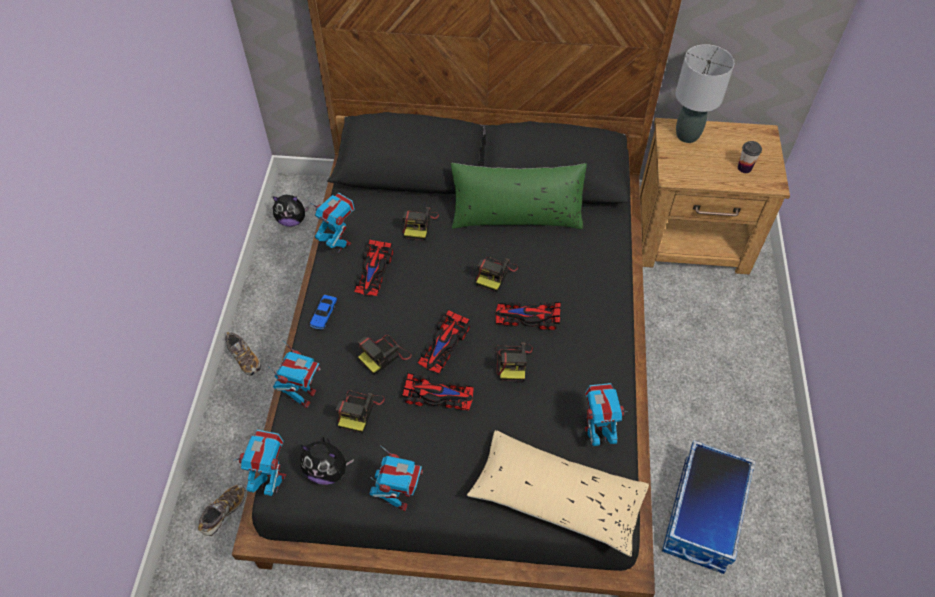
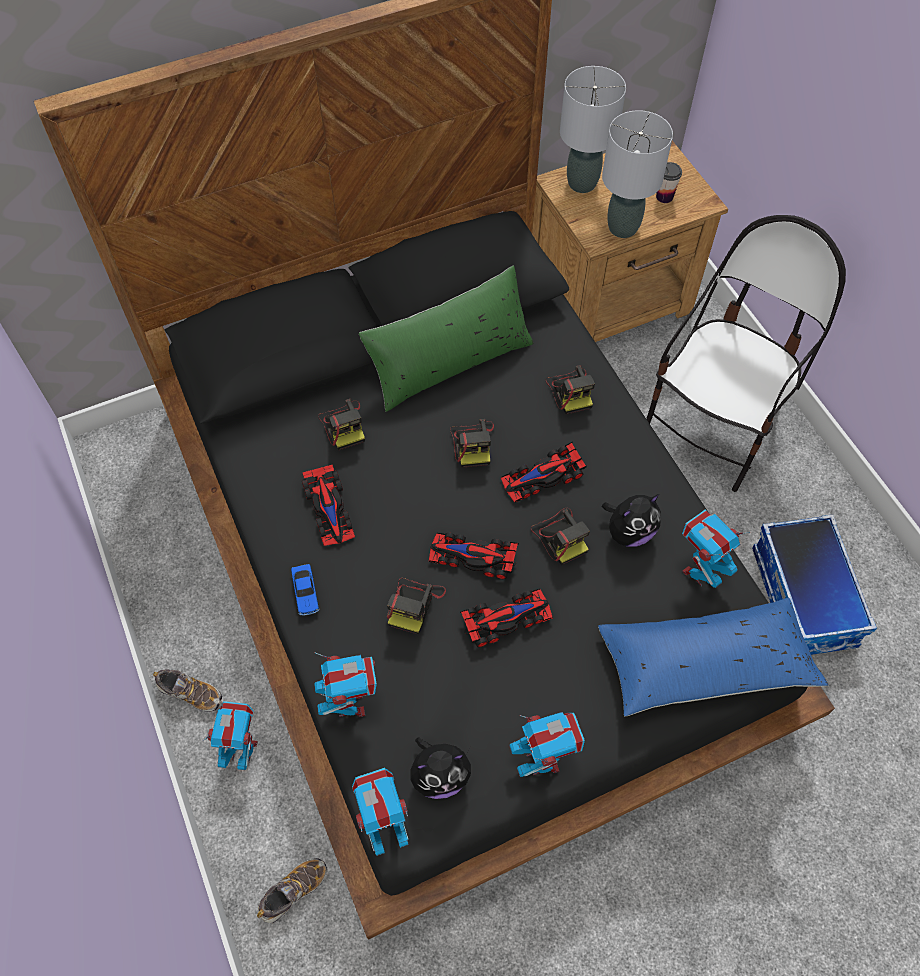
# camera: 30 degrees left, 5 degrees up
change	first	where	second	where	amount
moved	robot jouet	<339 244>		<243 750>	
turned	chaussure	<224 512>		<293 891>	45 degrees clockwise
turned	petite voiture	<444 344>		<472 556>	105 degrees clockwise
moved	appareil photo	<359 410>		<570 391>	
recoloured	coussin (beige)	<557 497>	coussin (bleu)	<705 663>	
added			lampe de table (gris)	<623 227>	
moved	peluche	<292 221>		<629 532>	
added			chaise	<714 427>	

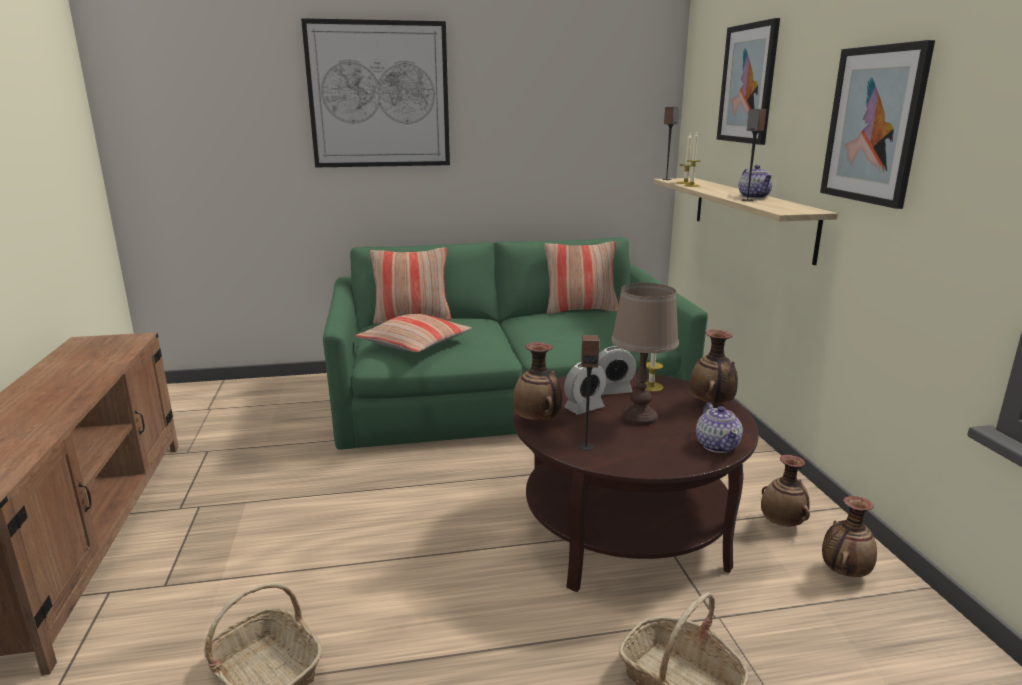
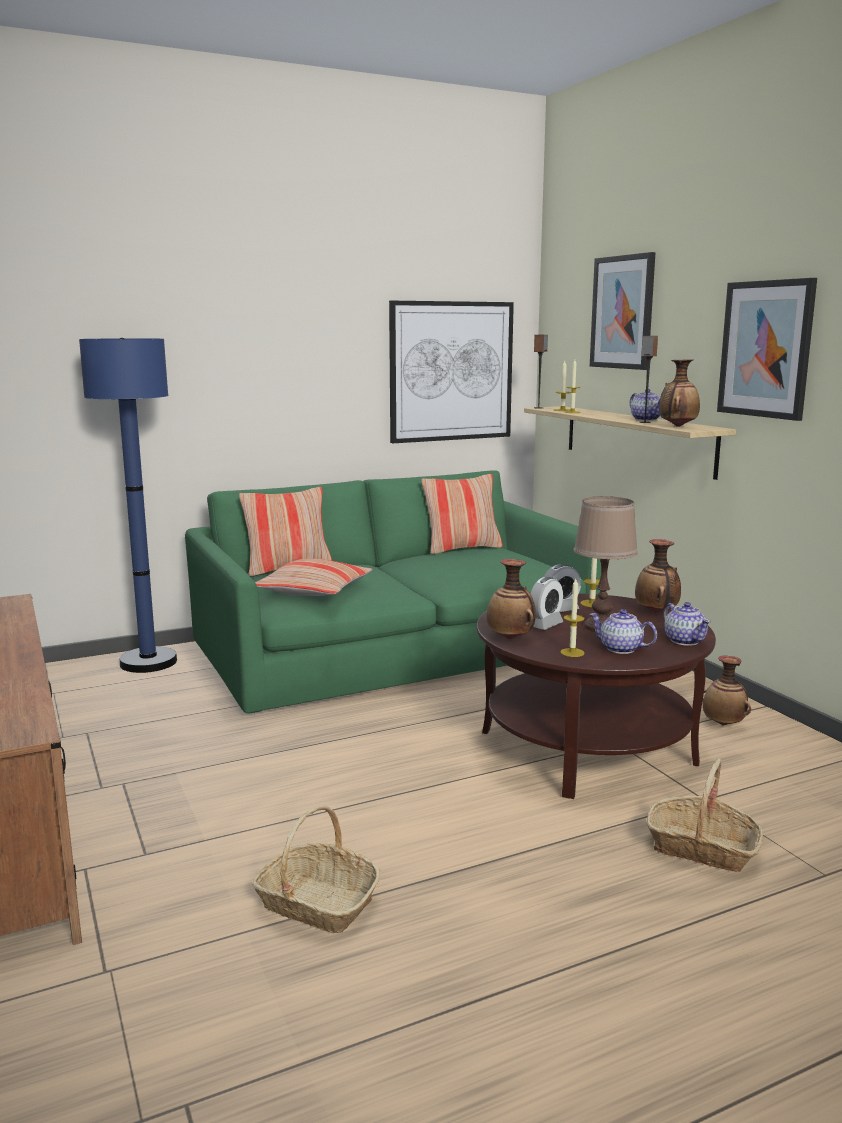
# camera: 15 degrees left, 5 degrees down
change	first	where	second	where	amount
added			lampadaire (bleu)	<148 662>	
moved	tableau	<379 95>		<451 371>	
replaced	enceinte	<586 447>	bougie	<572 652>	
added			théière	<621 649>	
moved	vase	<844 572>		<677 426>	

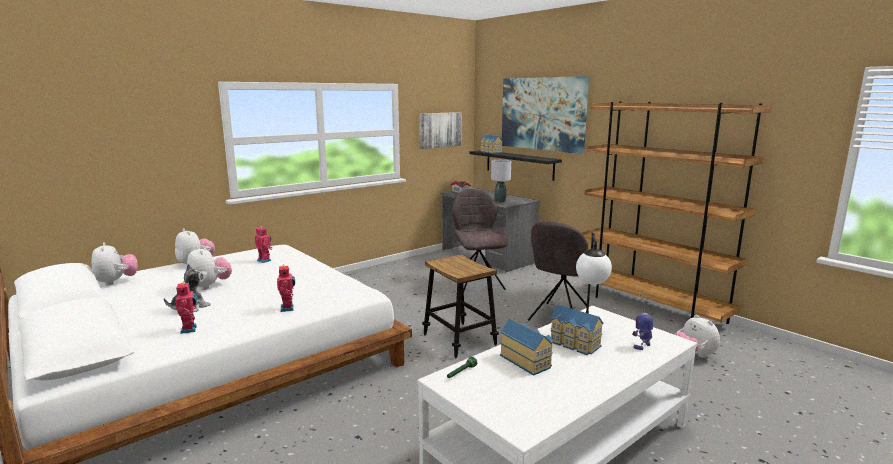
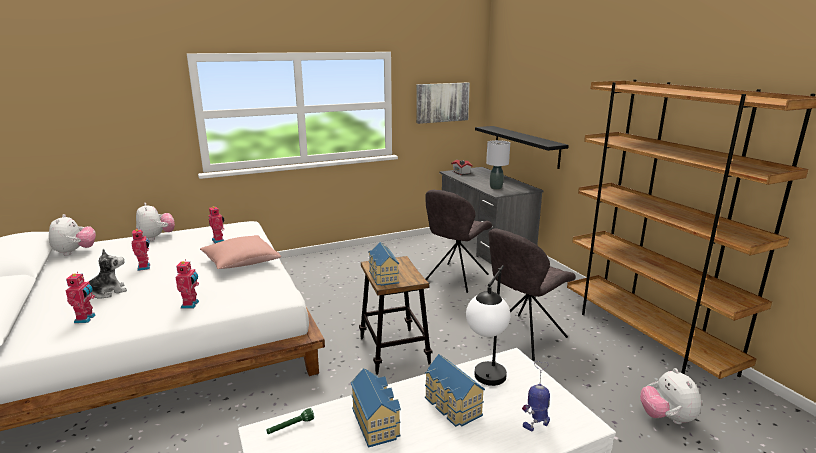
# camera: 15 degrees right, 5 degrees up
change	first	where	second	where	amount
replaced	peluche	<210 286>	robot jouet	<145 267>	
added			coussin (rose)	<241 262>	
moved	maison miniature	<490 152>		<382 276>	
turned	chaise (gris)	<477 283>		<455 278>	150 degrees counterclockwise
removed	tableau	<542 114>			

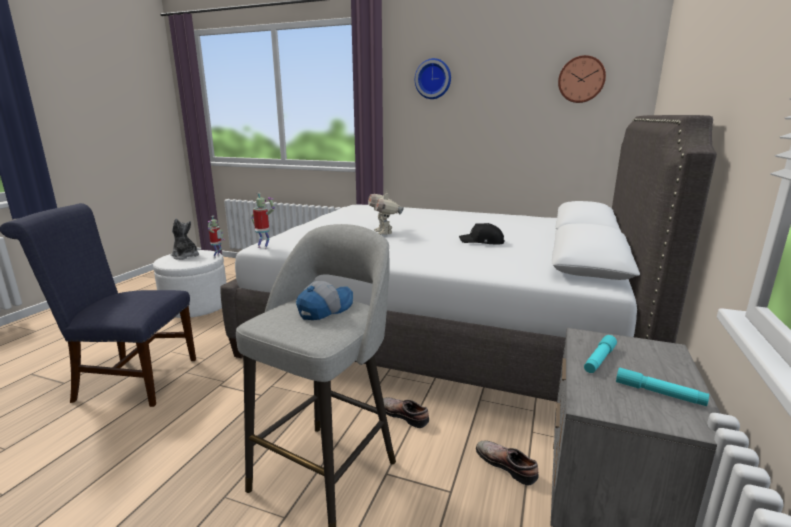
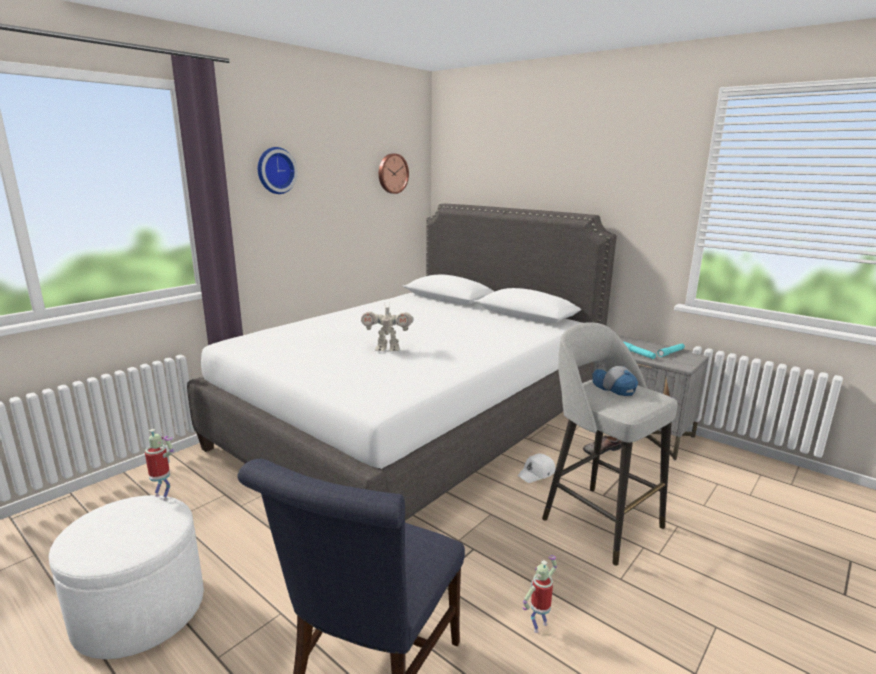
# camera: 70 degrees left, 0 degrees up
change	first	where	second	where	amount
replaced	chaussure	<404 414>	casquette (blanc)	<537 473>	
moved	robot jouet	<264 247>		<538 625>	
removed	peluche	<185 256>			
removed	casquette (noir)	<482 242>			

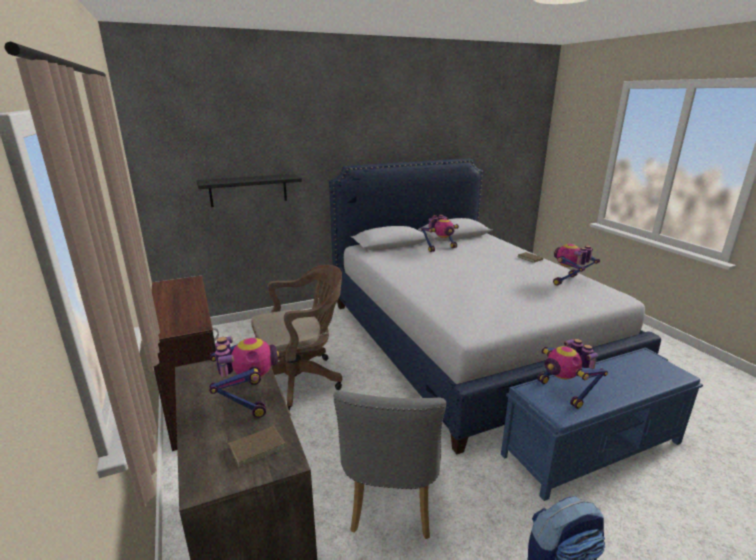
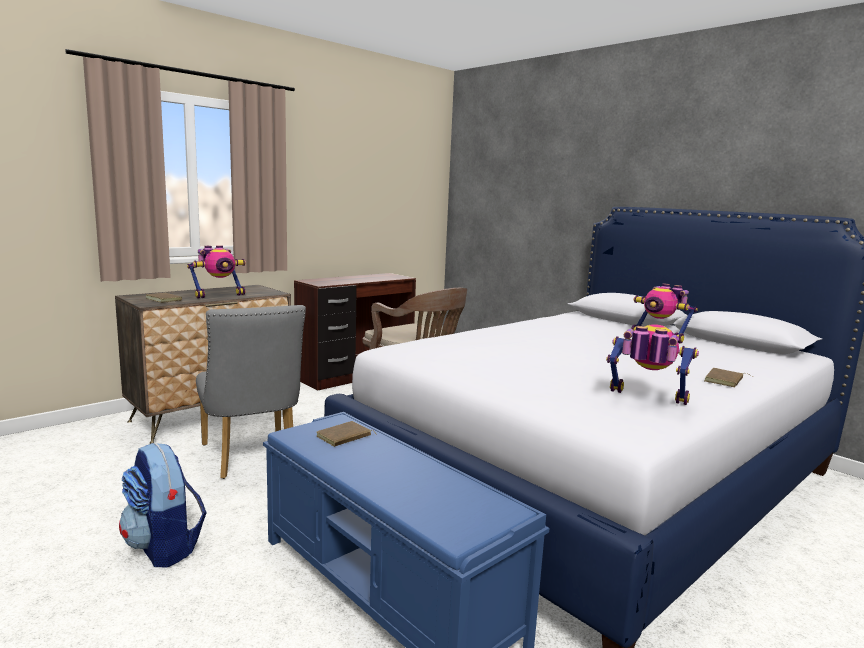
# camera: 70 degrees right, 10 degrees down
change	first	where	second	where	amount
turned	chaise (gris)	<391 504>		<251 458>	105 degrees counterclockwise
replaced	robot jouet	<564 392>	livre (marron)	<344 437>	
removed	étagère (noir)	<248 190>			

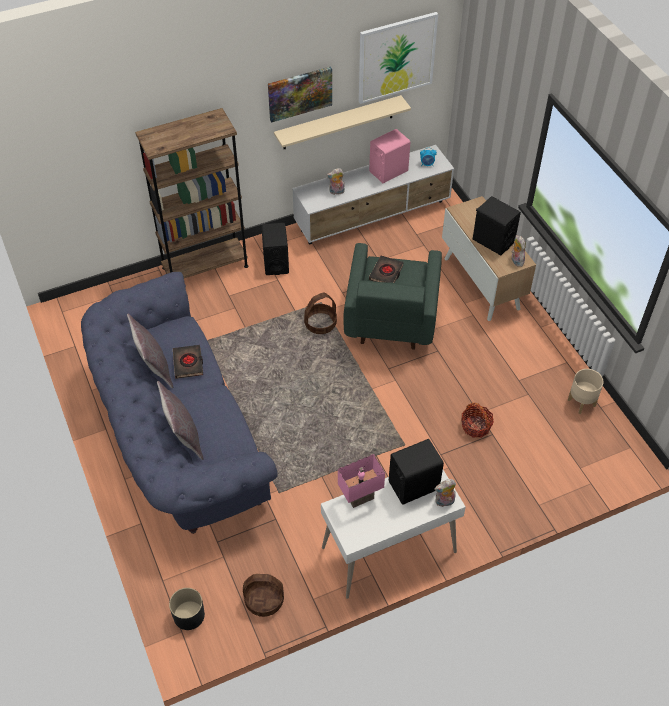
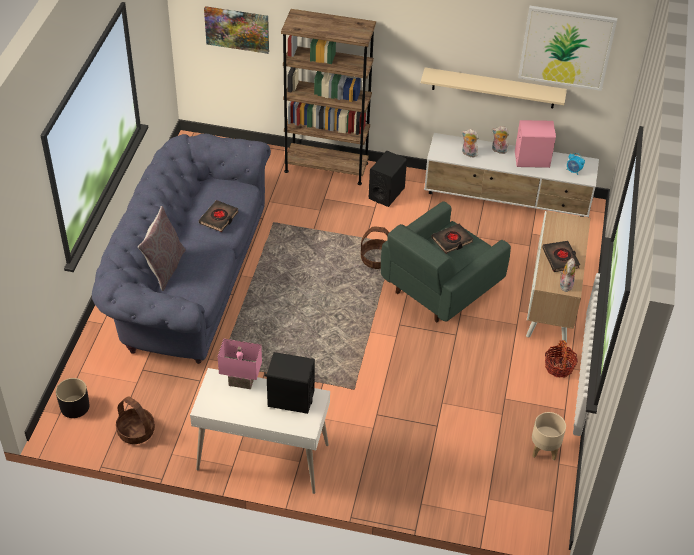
# camera: 35 degrees right, 5 degrees down
change	first	where	second	where	amount
moved	tableau	<300 93>		<237 29>	
moved	peluche	<444 502>		<498 150>	
replaced	enceinte (noir)	<493 241>	livre (noir)	<560 258>	
moved	panier	<476 426>		<559 367>	
removed	coussin (gris)	<154 368>			

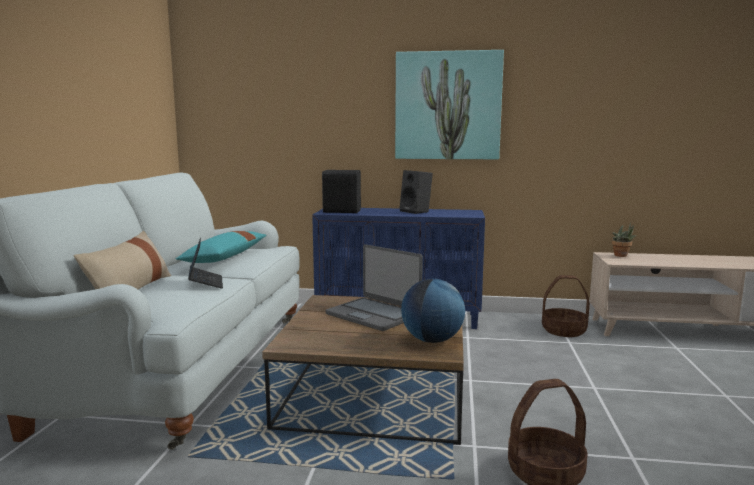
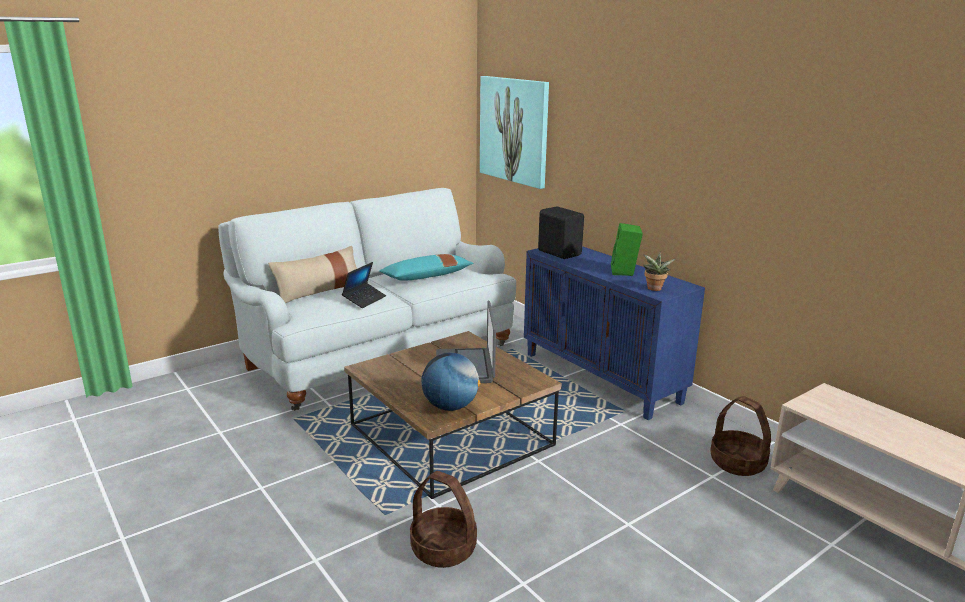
# camera: 45 degrees right, 10 degrees up
change	first	where	second	where	amount
moved	tableau	<447 106>		<514 130>	
recoloured	enceinte (noir)	<416 211>	enceinte (vert)	<625 272>	
moved	plante en pot	<622 256>		<654 289>	

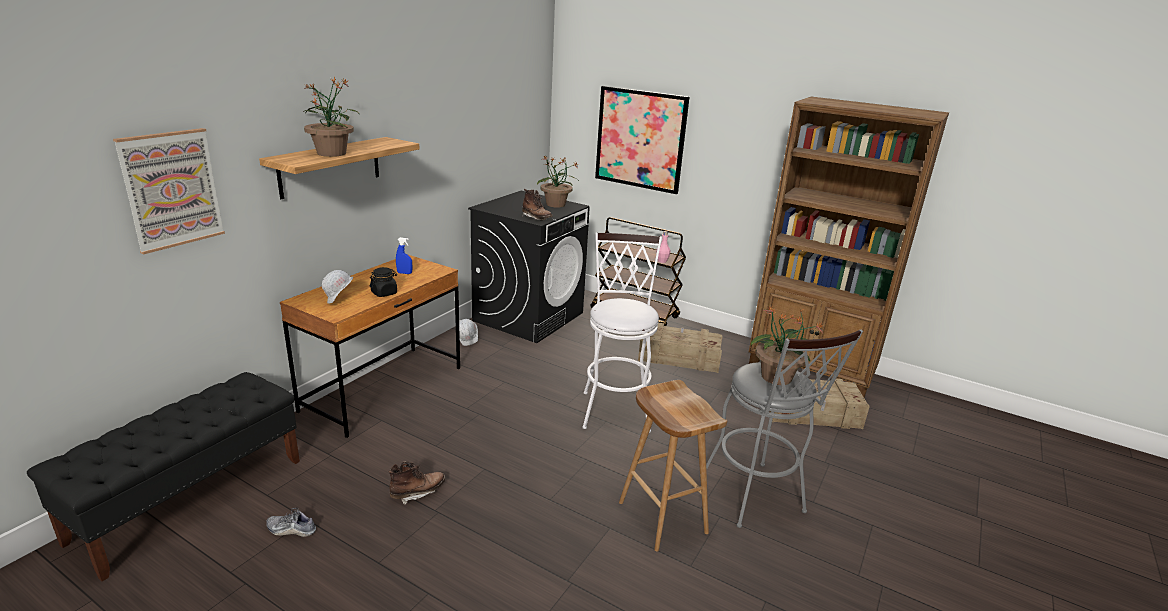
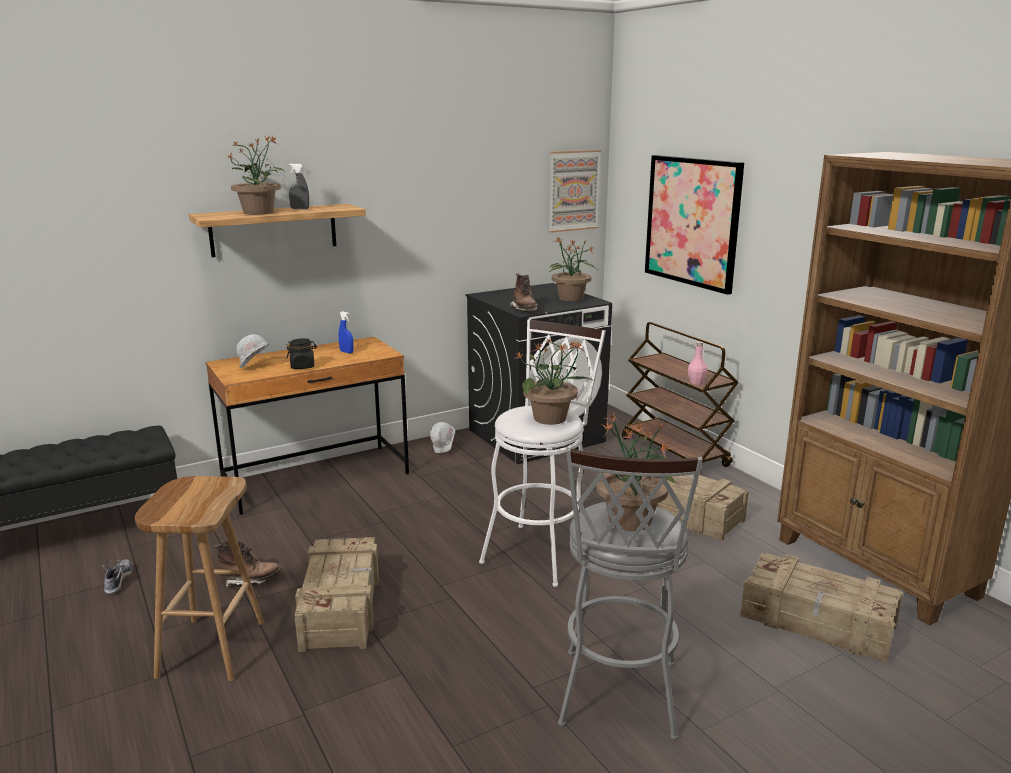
# camera: 30 degrees right, 5 degrees down
change	first	where	second	where	amount
turned	chaussure	<291 529>		<118 581>	45 degrees clockwise
moved	tabouret (marron)	<661 516>		<211 647>	
added			vaporisateur (gris)	<300 209>	
added			caisse	<341 606>	
added			plante en pot	<551 418>	
moved	tableau	<172 189>		<573 190>	

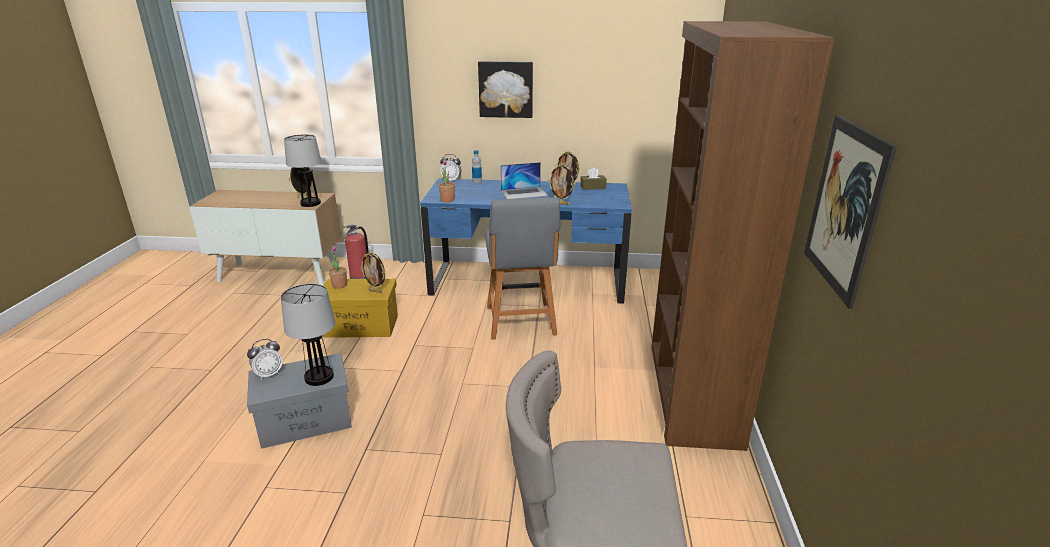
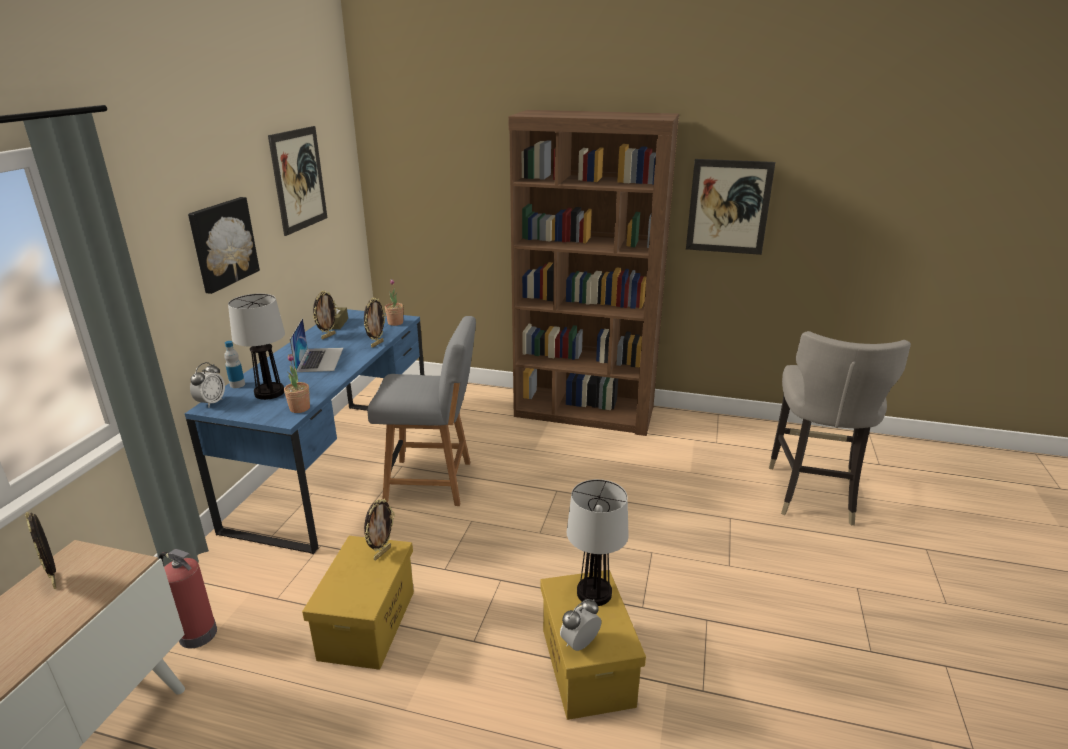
# camera: 80 degrees left, 0 degrees up
change	first	where	second	where	amount
moved	lampe de table	<310 203>		<270 393>	
added			tableau	<299 179>	
moved	plante en pot	<339 285>		<395 323>	
recoloured	boîte de rangement (gris)	<307 420>	boîte de rangement (jaune)	<586 665>	
turned	réveil	<268 374>		<580 644>	105 degrees counterclockwise

